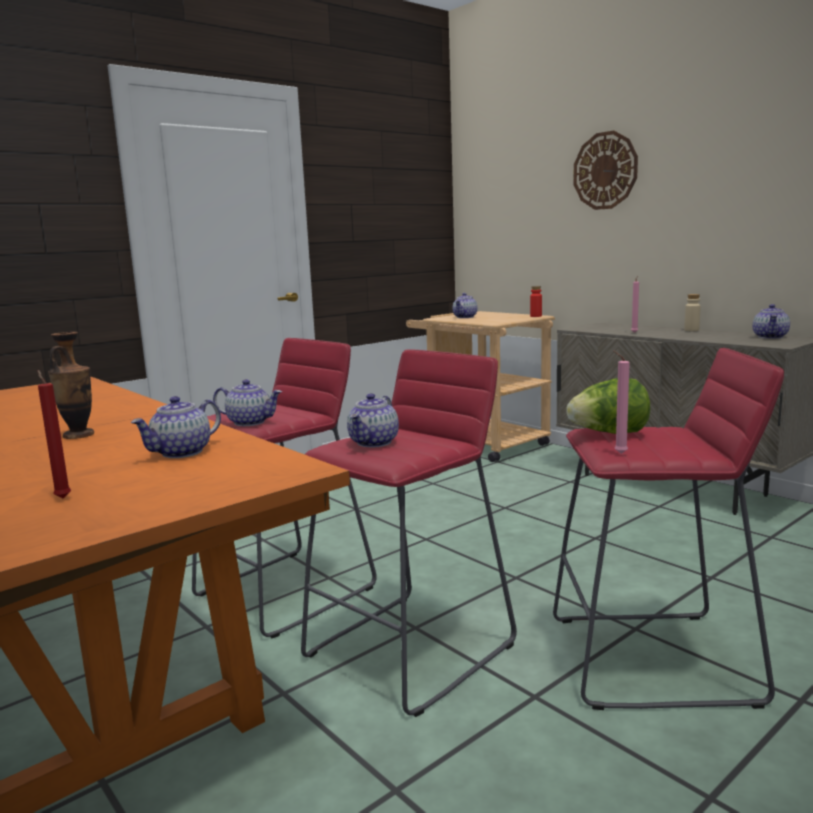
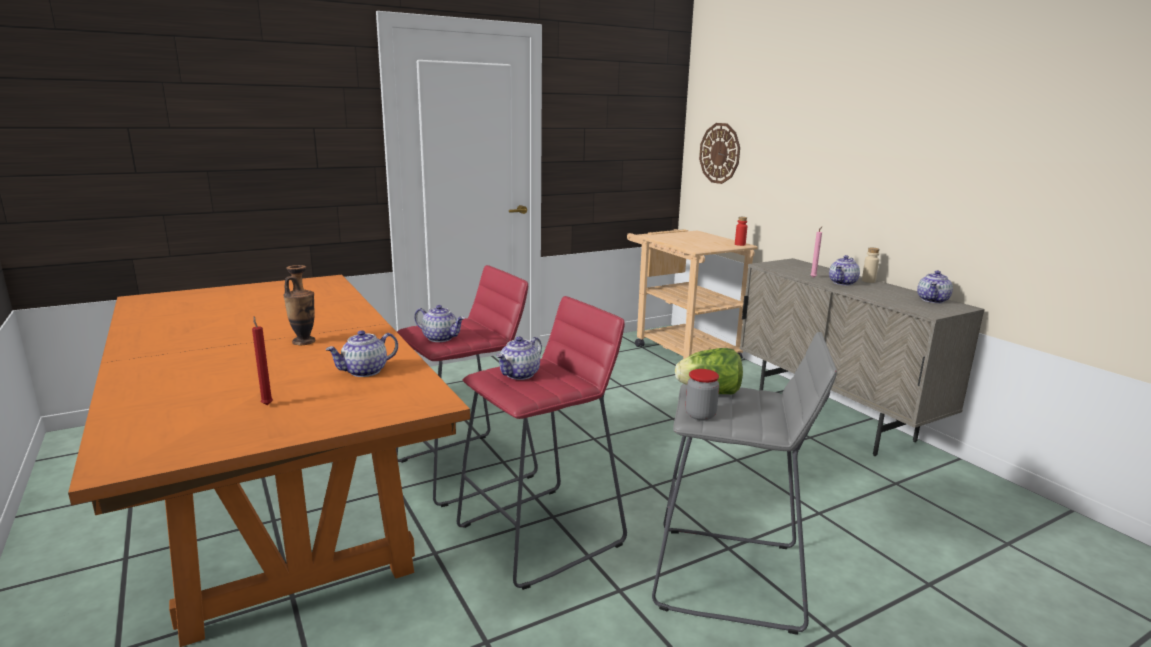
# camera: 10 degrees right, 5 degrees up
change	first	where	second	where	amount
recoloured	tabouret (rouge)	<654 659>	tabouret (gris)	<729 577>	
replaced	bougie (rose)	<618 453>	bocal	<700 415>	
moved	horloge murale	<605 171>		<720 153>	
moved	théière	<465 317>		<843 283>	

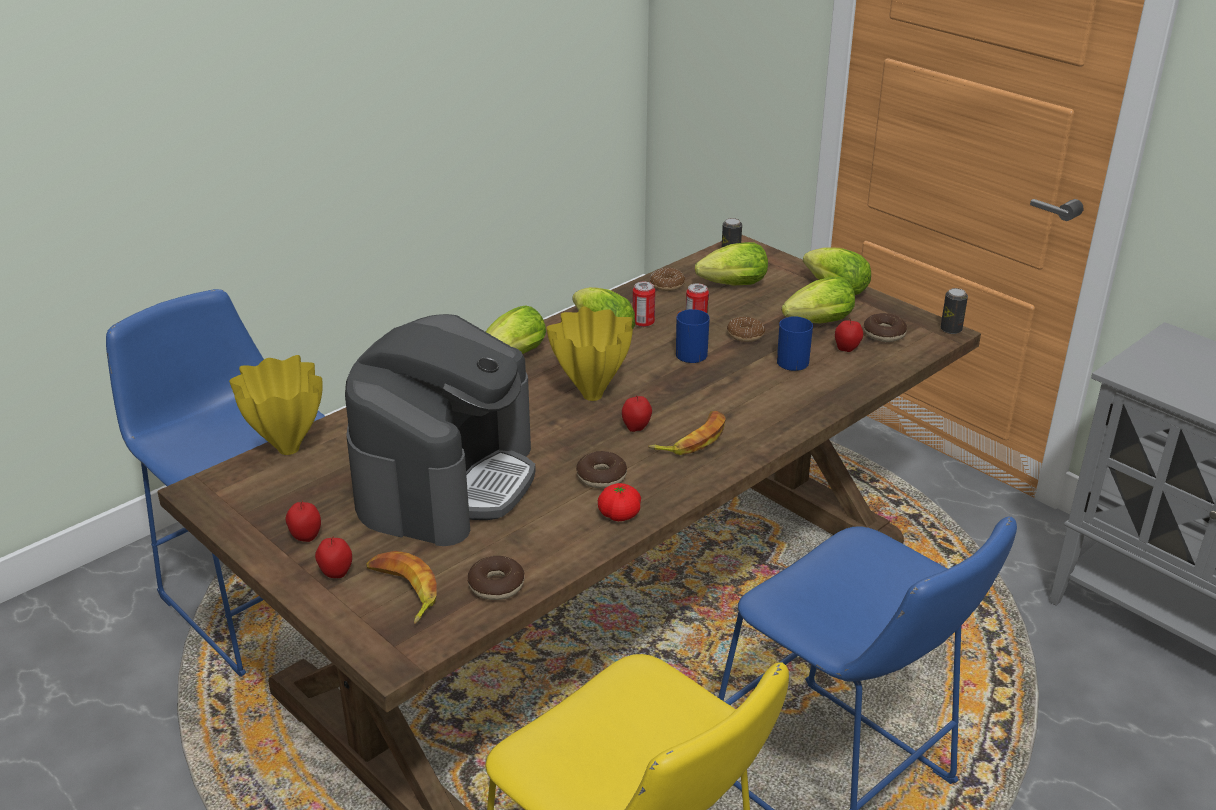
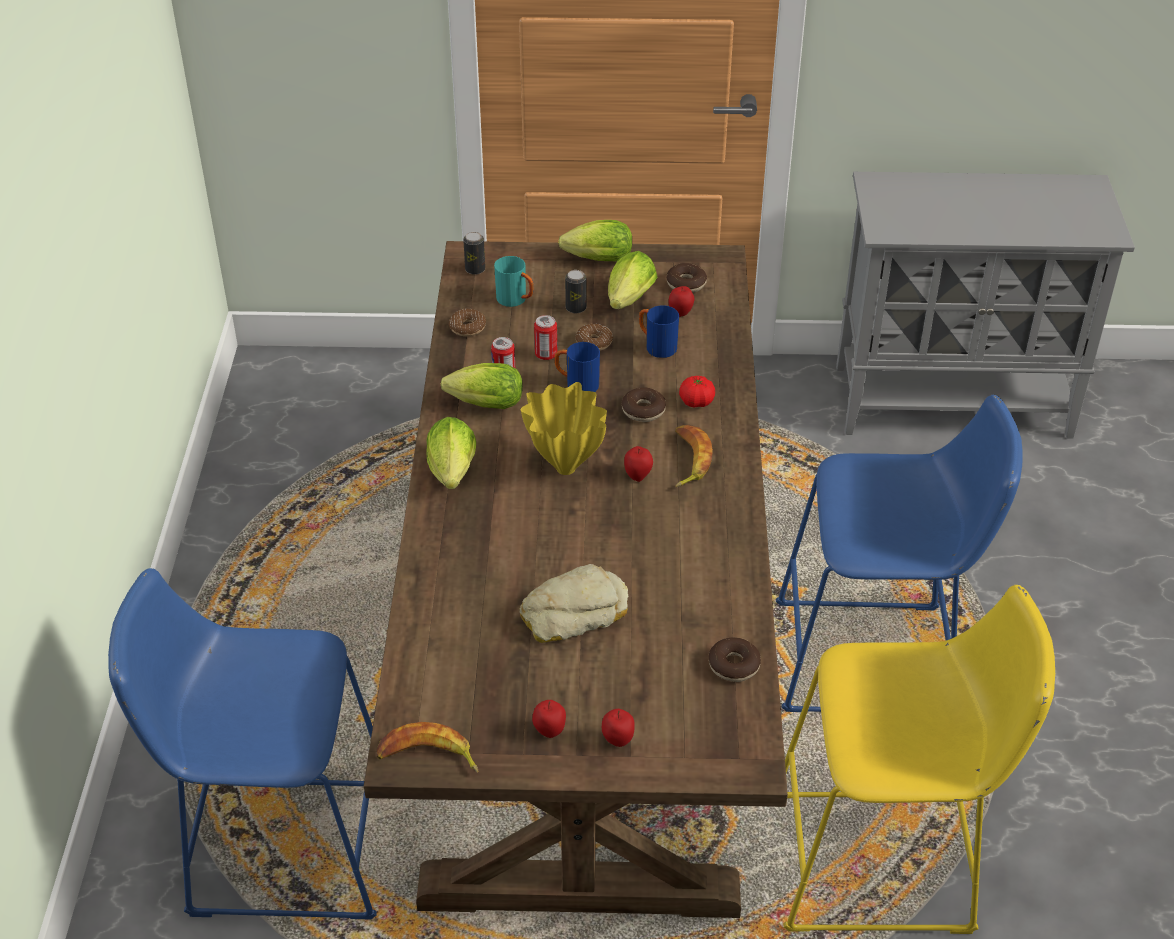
# camera: 45 degrees left, 10 degrees up
change	first	where	second	where	amount
moved	banane	<402 591>		<428 757>	
replaced	laitue	<729 285>	mug (turquoise)	<516 300>	
replaced	machine à café	<446 480>	pain	<573 612>	
moved	boîte métallique	<951 329>		<576 308>	
moved	beignet	<601 477>		<643 410>	
moved	tomate	<619 515>		<696 401>	
removed	vase (jaune)	<287 448>			

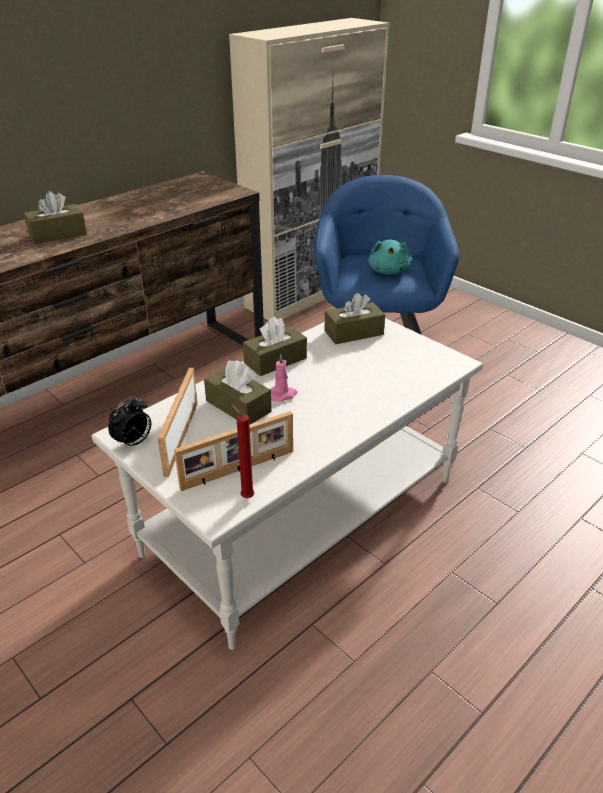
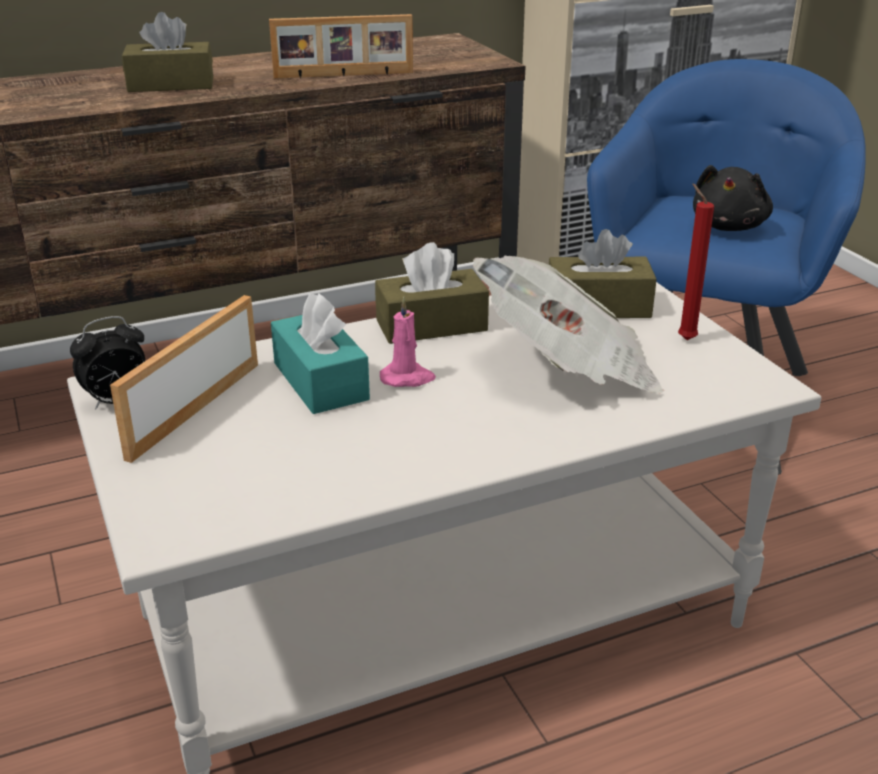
# camera: 20 degrees right, 5 degrees down
change	first	where	second	where	amount
moved	cadre photo	<239 470>		<343 75>	
recoloured	boîte à mouchoirs (marron)	<238 406>	boîte à mouchoirs (turquoise)	<320 381>	
added			journal	<568 369>	
moved	bougie (rouge)	<245 496>		<684 339>	
recoloured	peluche (turquoise)	<388 271>	peluche (noir)	<729 226>	

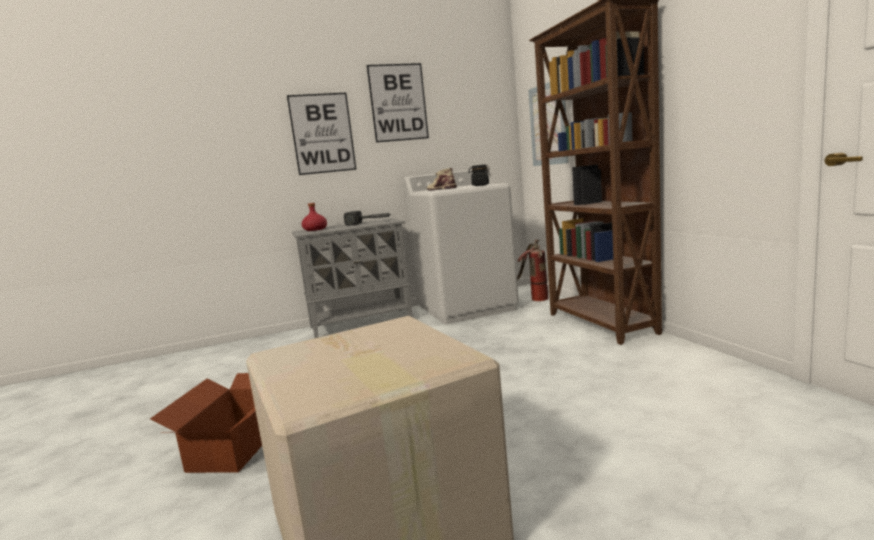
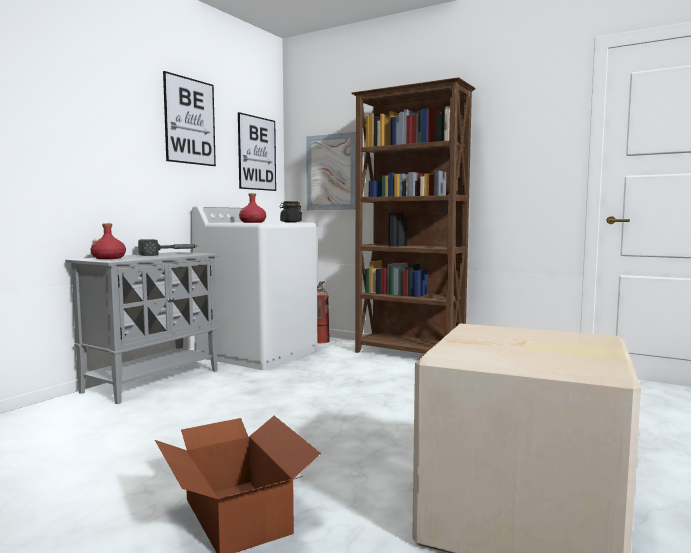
# camera: 40 degrees left, 5 degrees down
change	first	where	second	where	amount
moved	tableau	<322 133>		<257 153>	
replaced	botte (beige)	<441 189>	bouteille (rouge)	<253 222>	

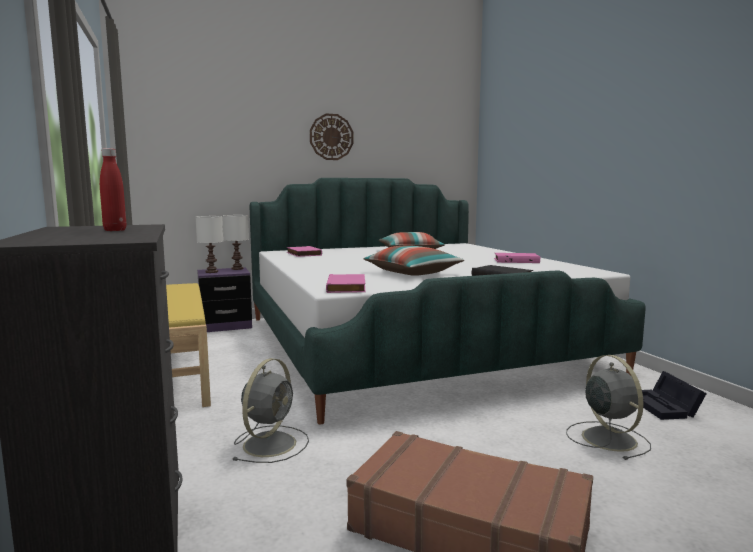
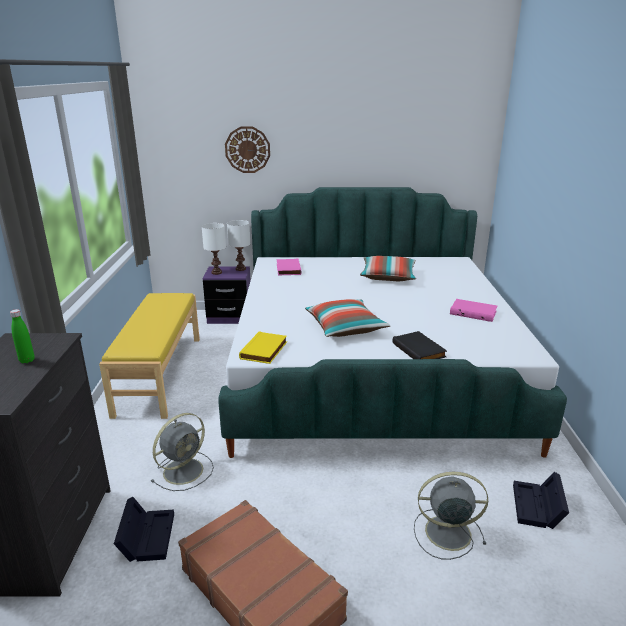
# camera: 20 degrees right, 15 degrees up
change	first	where	second	where	amount
recoloured	bouteille (rouge)	<115 230>	bouteille (vert)	<27 360>	
added			boîte de rangement (noir)	<147 536>	
moved	horloge murale	<331 137>		<247 149>	
recoloured	livre (rose)	<347 287>	livre (jaune)	<265 350>	
turned	ventilateur (gris)	<607 438>		<445 532>	90 degrees counterclockwise

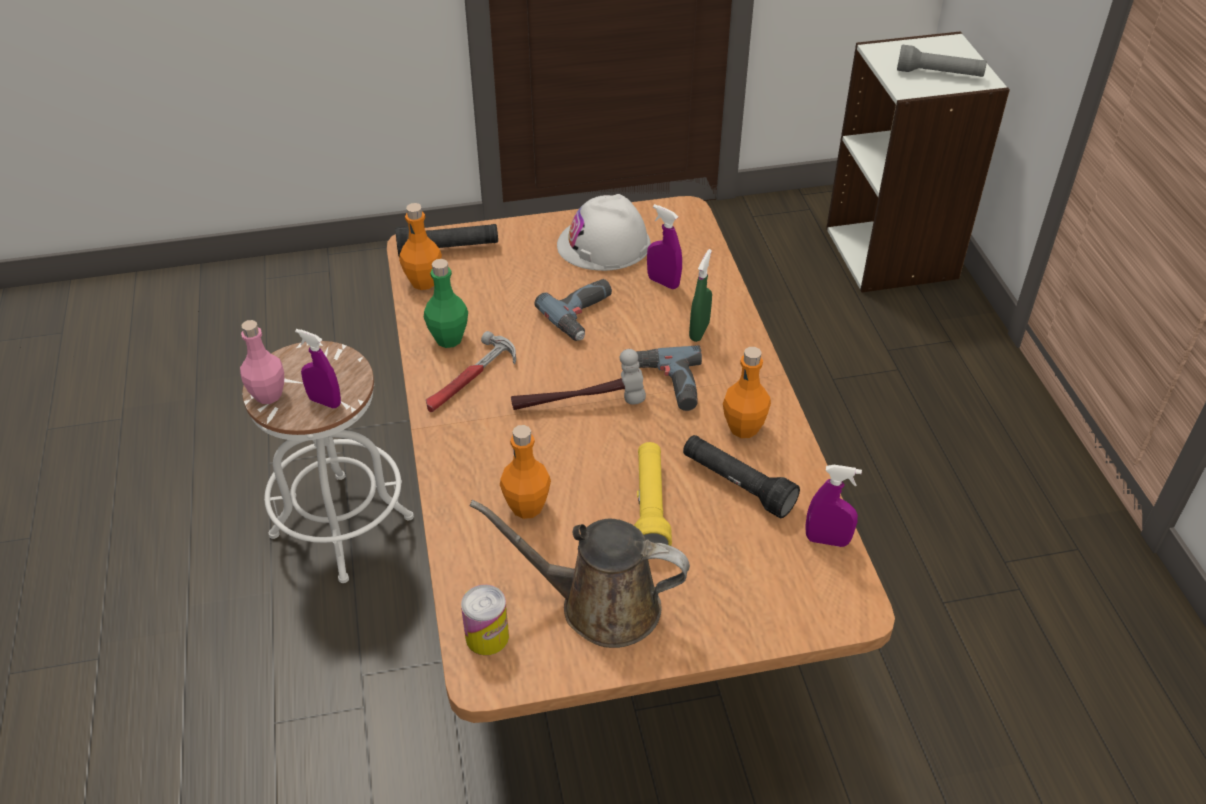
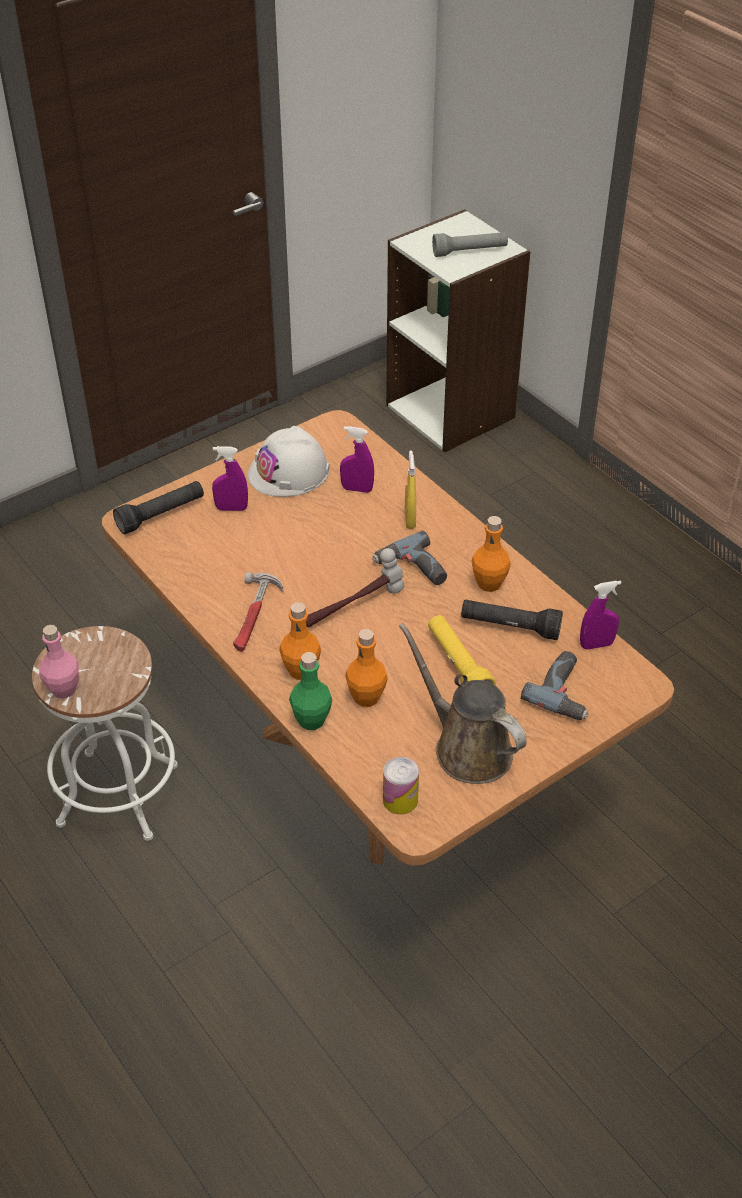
# camera: 25 degrees left, 0 degrees up
change	first	where	second	where	amount
moved	vaporisateur (violet)	<324 402>		<231 508>	
moved	bouteille (orange)	<423 282>		<301 670>	
moved	bouteille (vert)	<448 339>		<311 720>	
turned	arrosoir (marron)	<600 605>		<467 747>	60 degrees clockwise
recoloured	vaporisateur (vert)	<699 331>	vaporisateur (jaune)	<410 520>	
moved	perceuse	<584 315>		<565 691>	

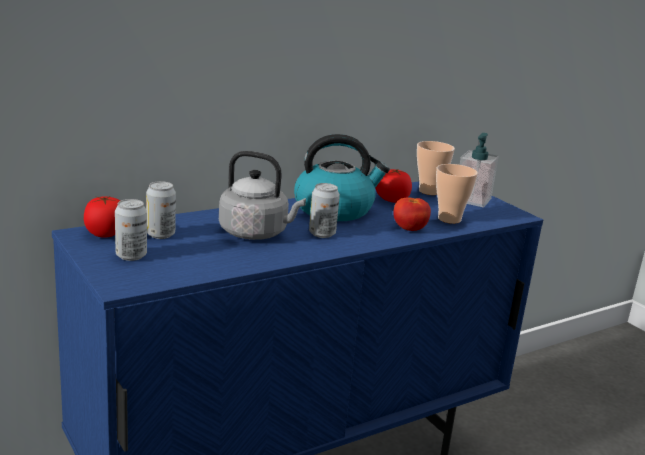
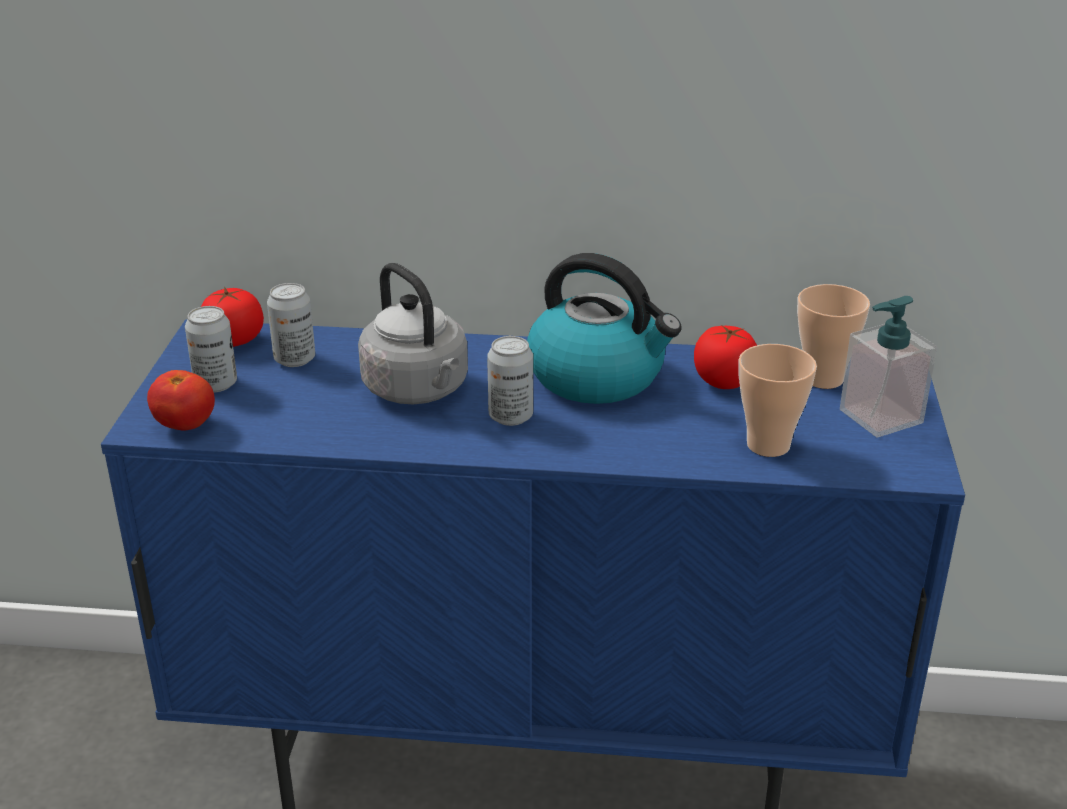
# camera: 40 degrees right, 10 degrees up
change	first	where	second	where	amount
moved	tomate	<409 229>		<185 425>	

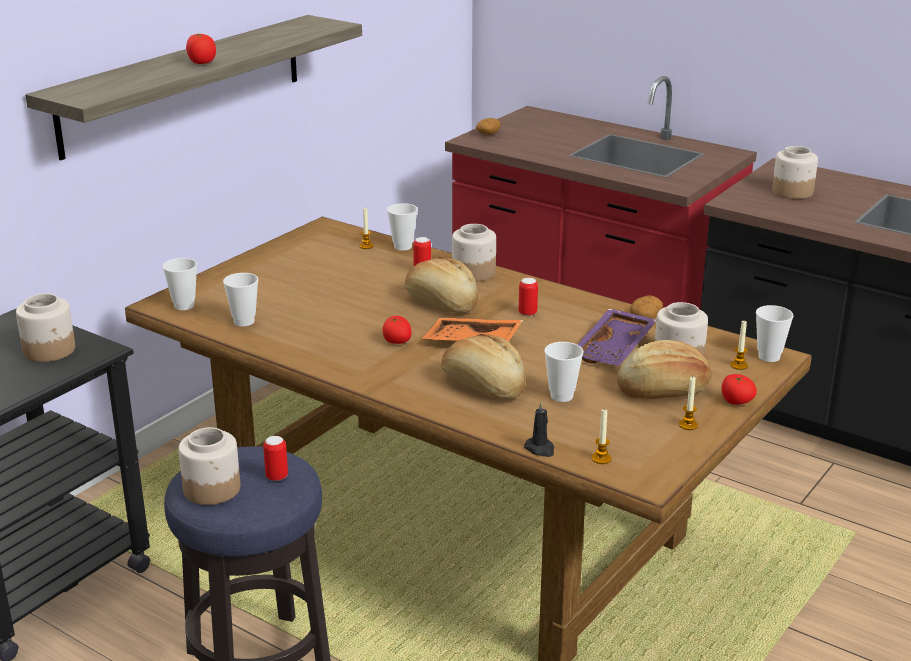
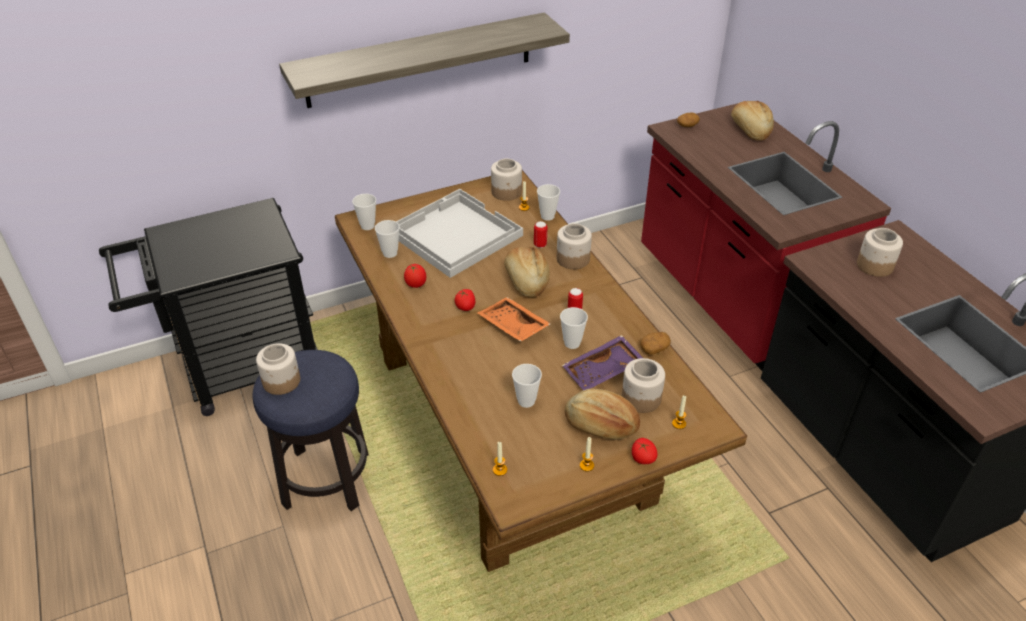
# camera: 30 degrees right, 15 degrees up
change	first	where	second	where	amount
added			plateau (blanc)	<454 234>	
moved	tomate	<201 63>		<415 284>	
moved	bocal	<50 350>		<506 192>	
moved	tasse	<769 357>		<572 343>	
moved	pain	<483 386>		<750 130>	
removed	boîte métallique	<277 477>			
removed	bougie (noir)	<540 449>			

